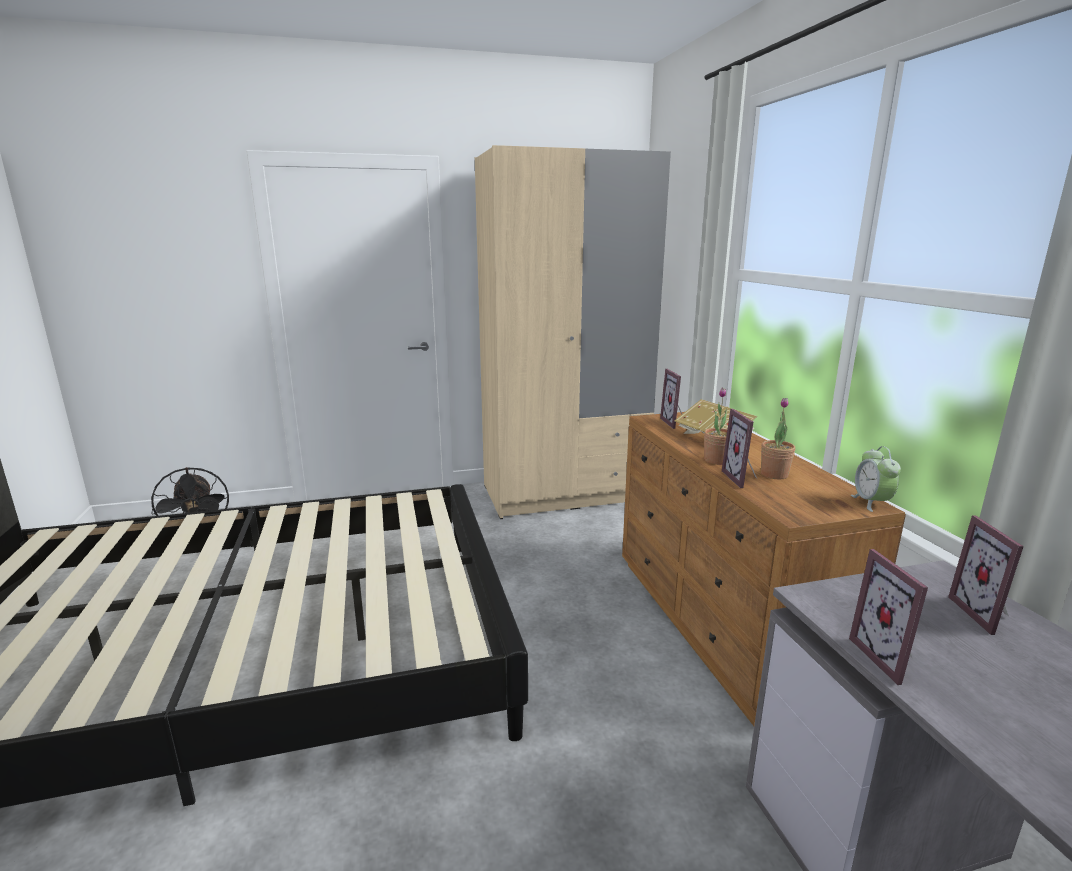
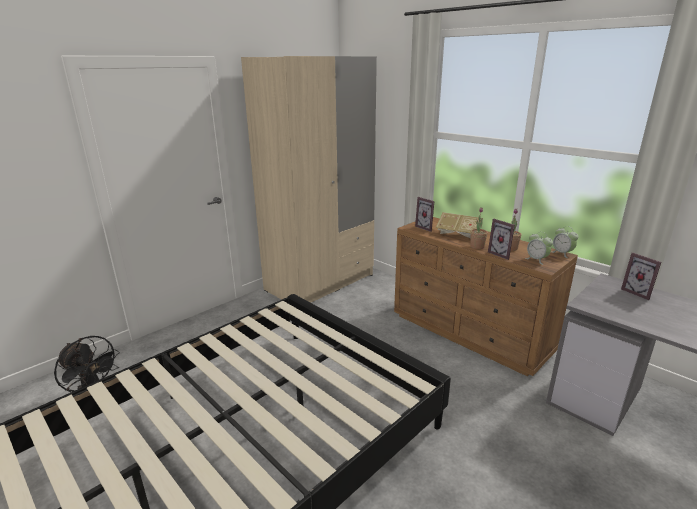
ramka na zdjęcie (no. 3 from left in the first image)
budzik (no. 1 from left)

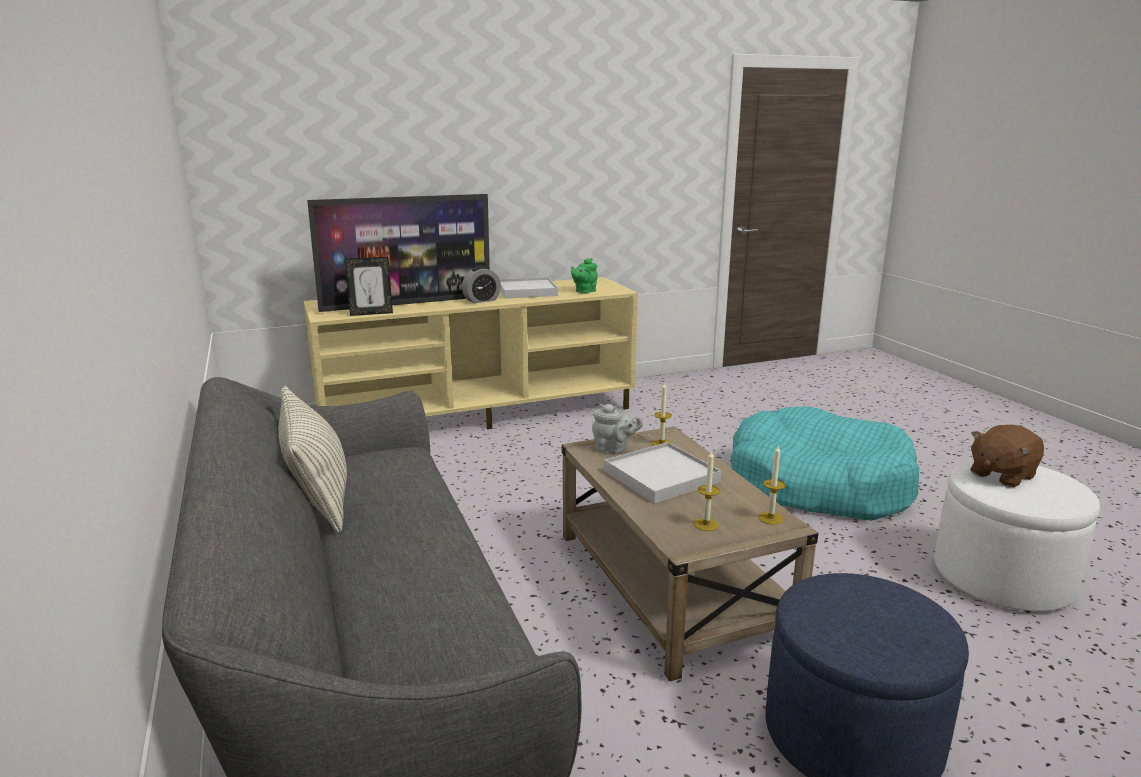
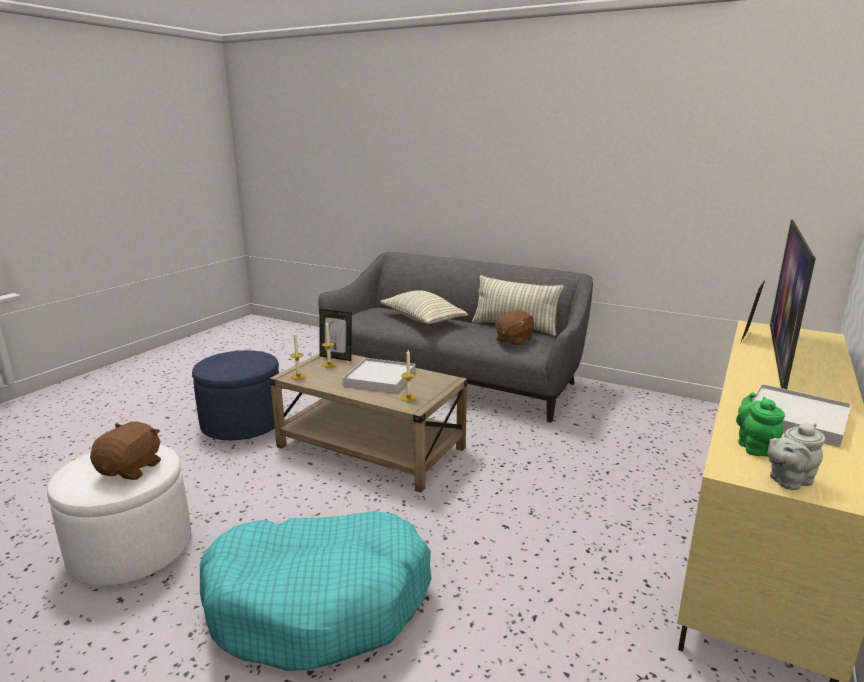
budzik
imbryk [szary]
ramka na zdjęcie (no. 1 from left)
poduszka (no. 1 from left)
pluszak [brązowy] (no. 2 from left)

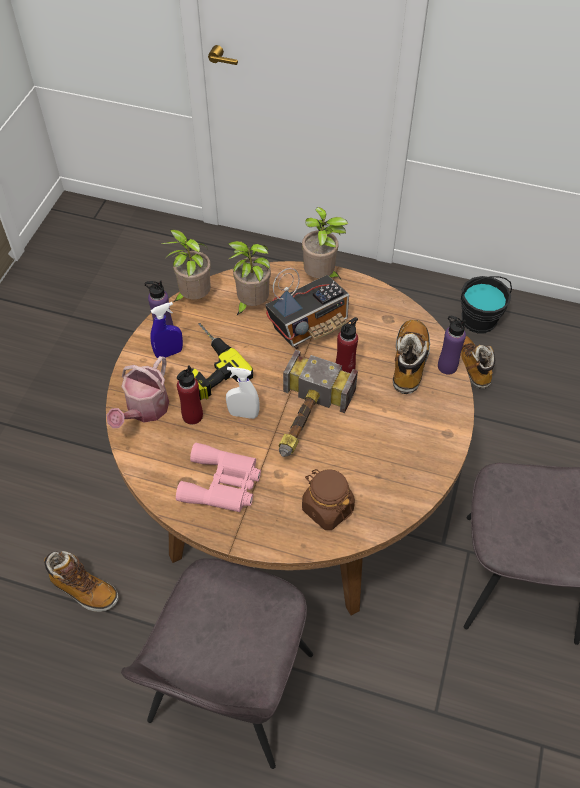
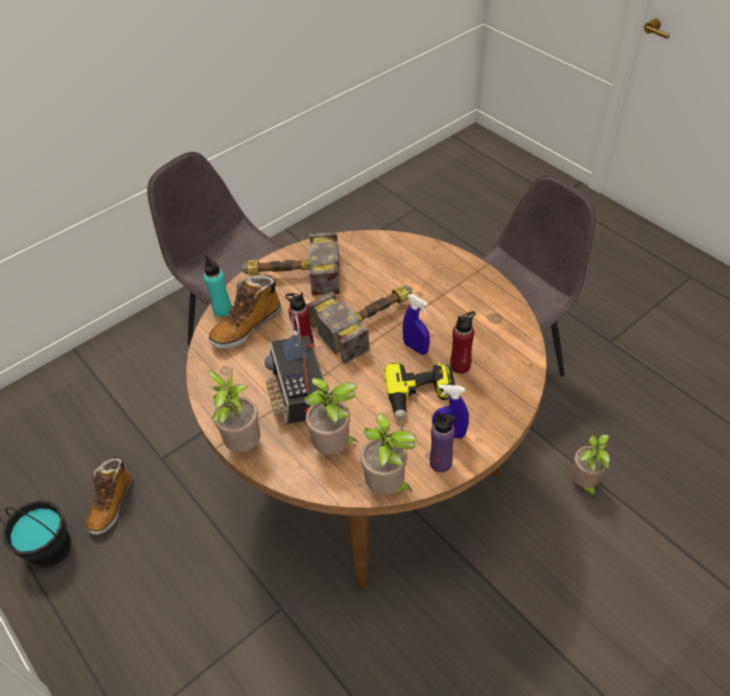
roślina doniczkowa (no. 4 from left)
konewka
lornetka [różowy]
spryskiwacz [niebieski] (no. 1 from left)
radio
słoik [brązowy]
butelka [turkusowy]
młotek (no. 1 from left)

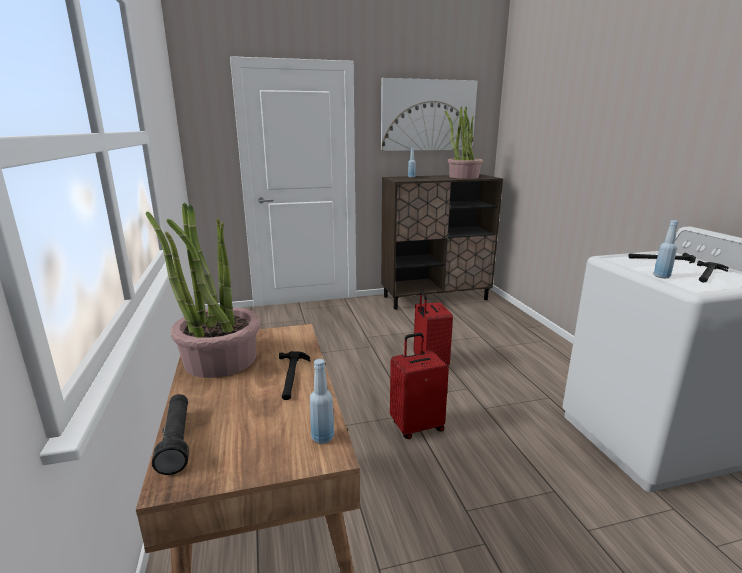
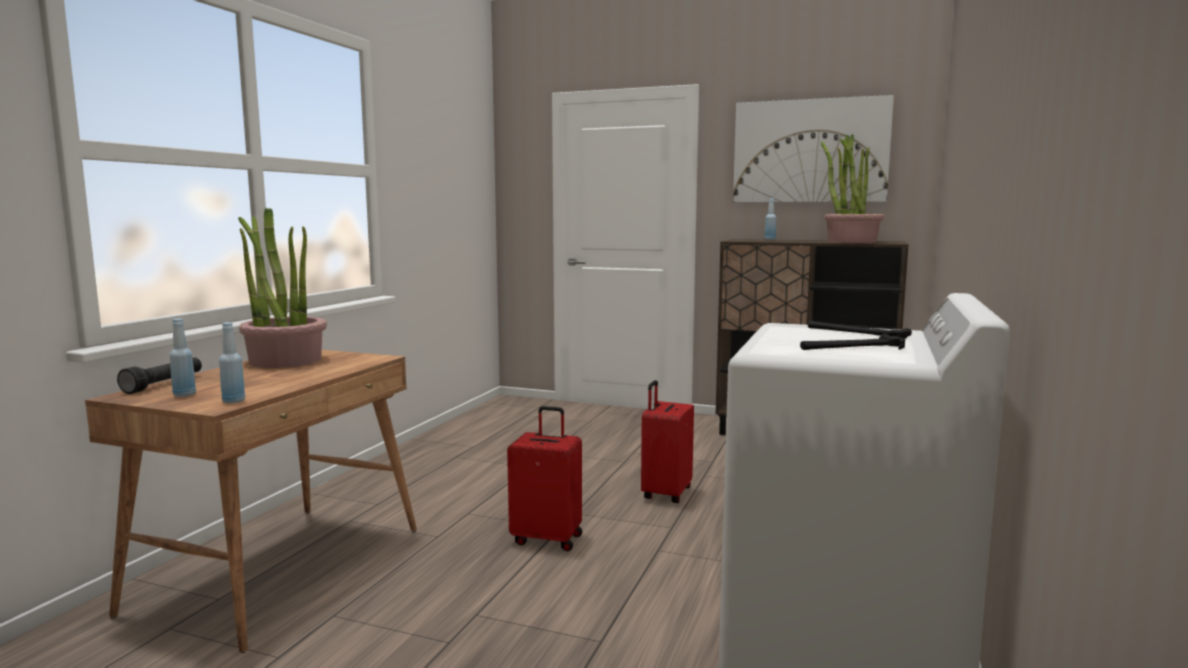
młotek (no. 1 from left in the first image)
butelka [niebieski] (no. 1 from left)

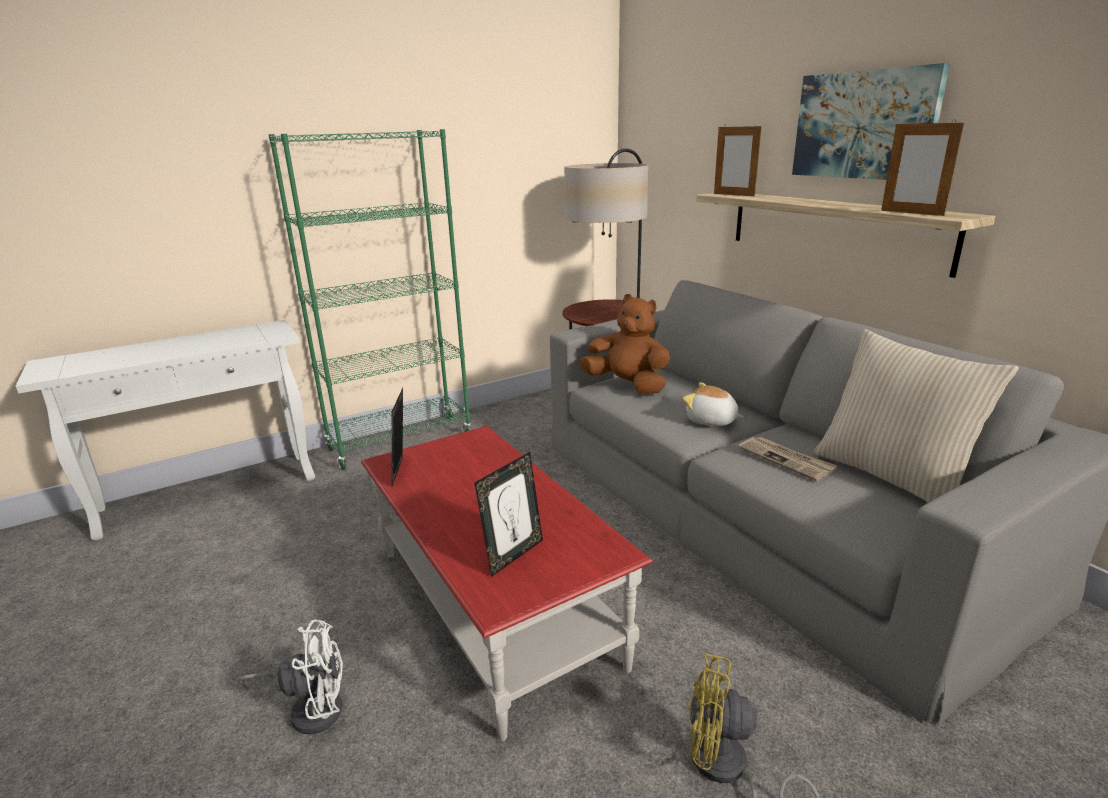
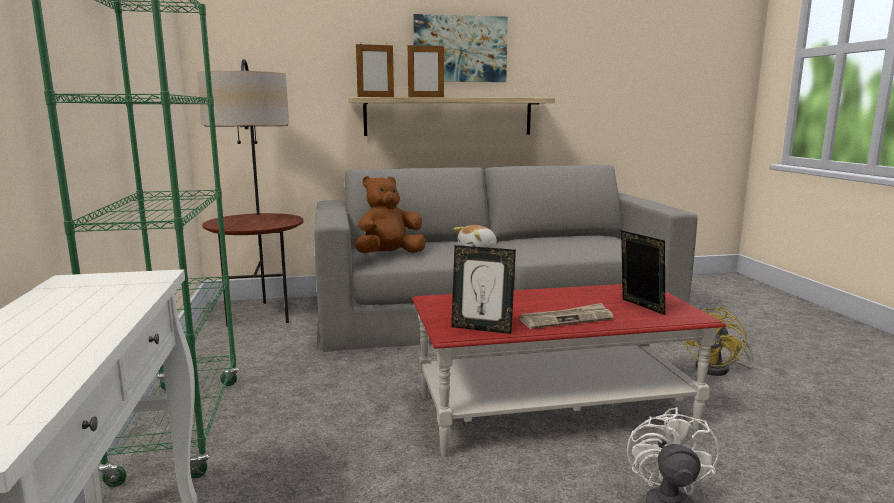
gazeta
poduszka [beżowy]
ramka na zdjęcie (no. 2 from left)

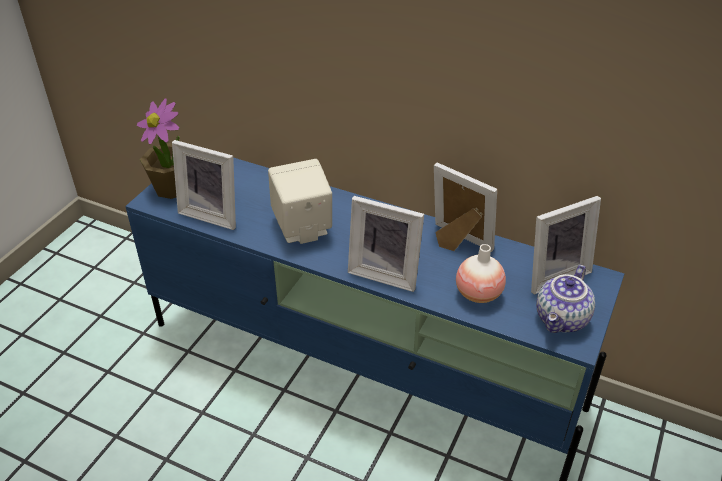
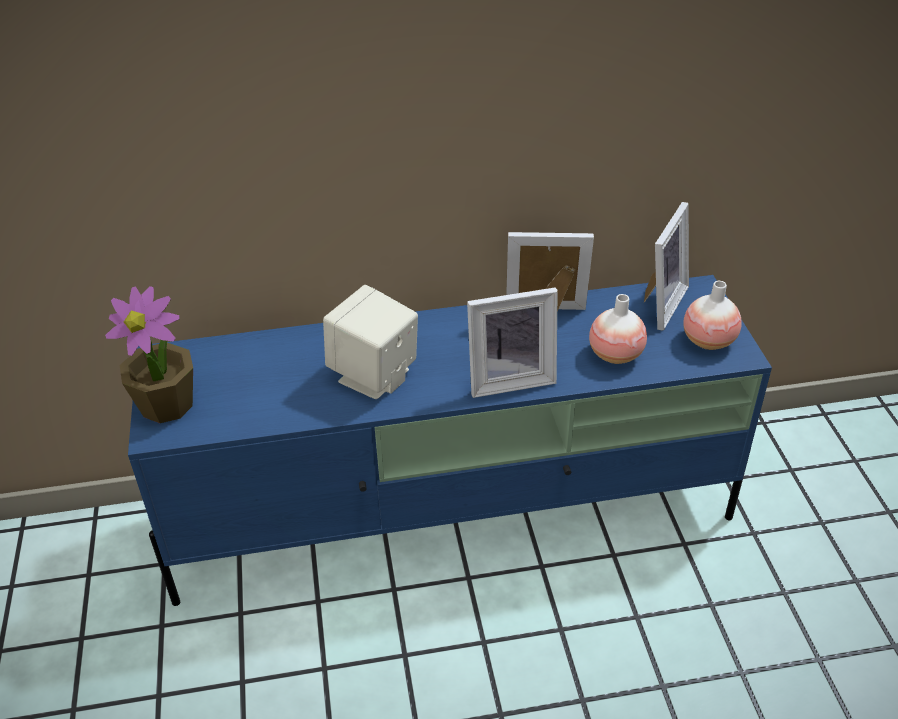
ramka na zdjęcie (no. 1 from left in the first image)
wazon (no. 2 from left)

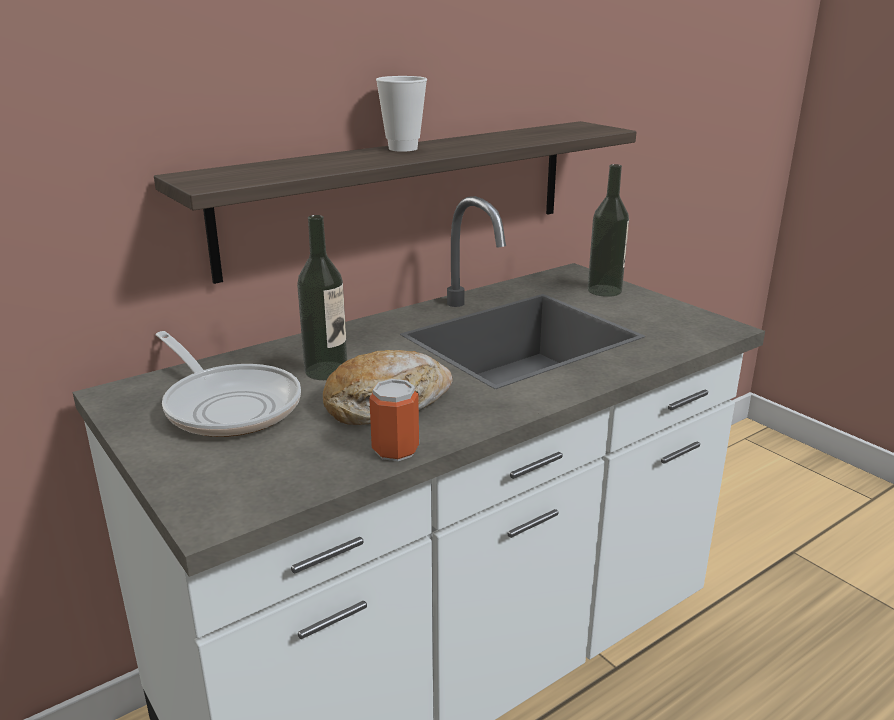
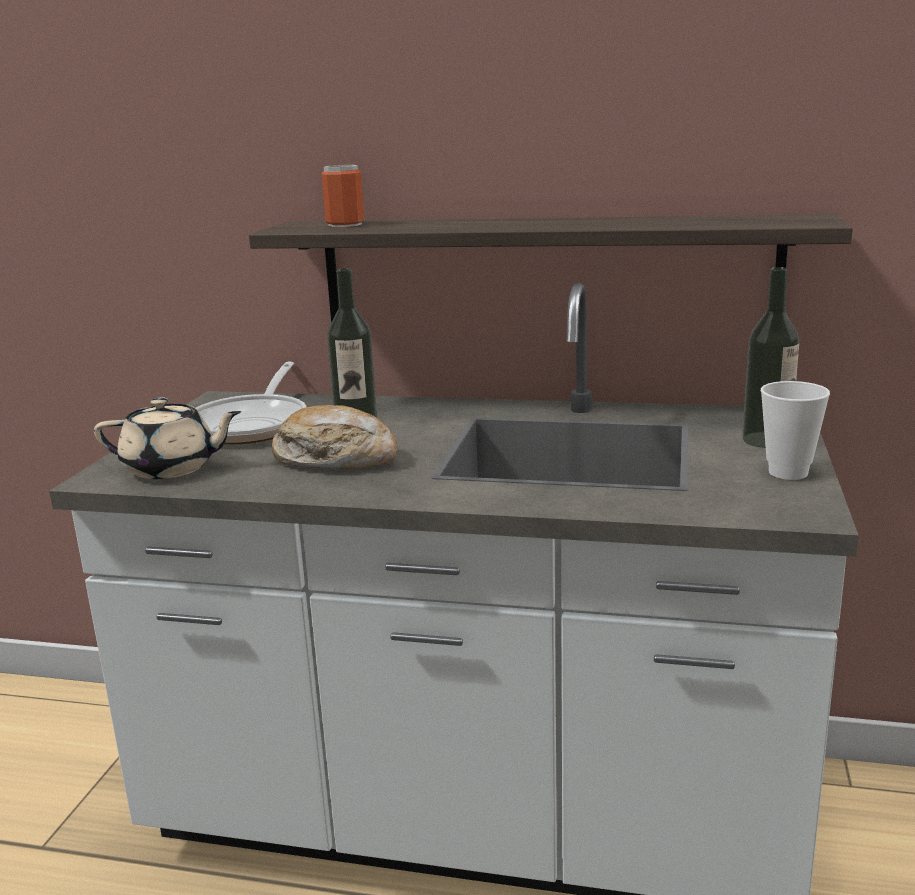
puszka
filiżanka
imbryk [beżowy]

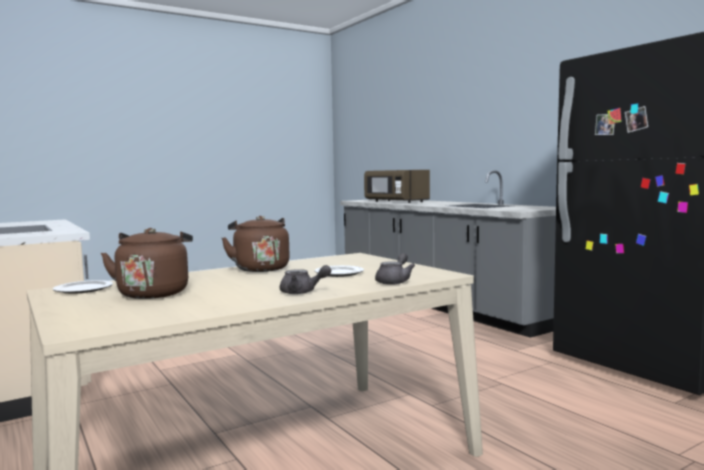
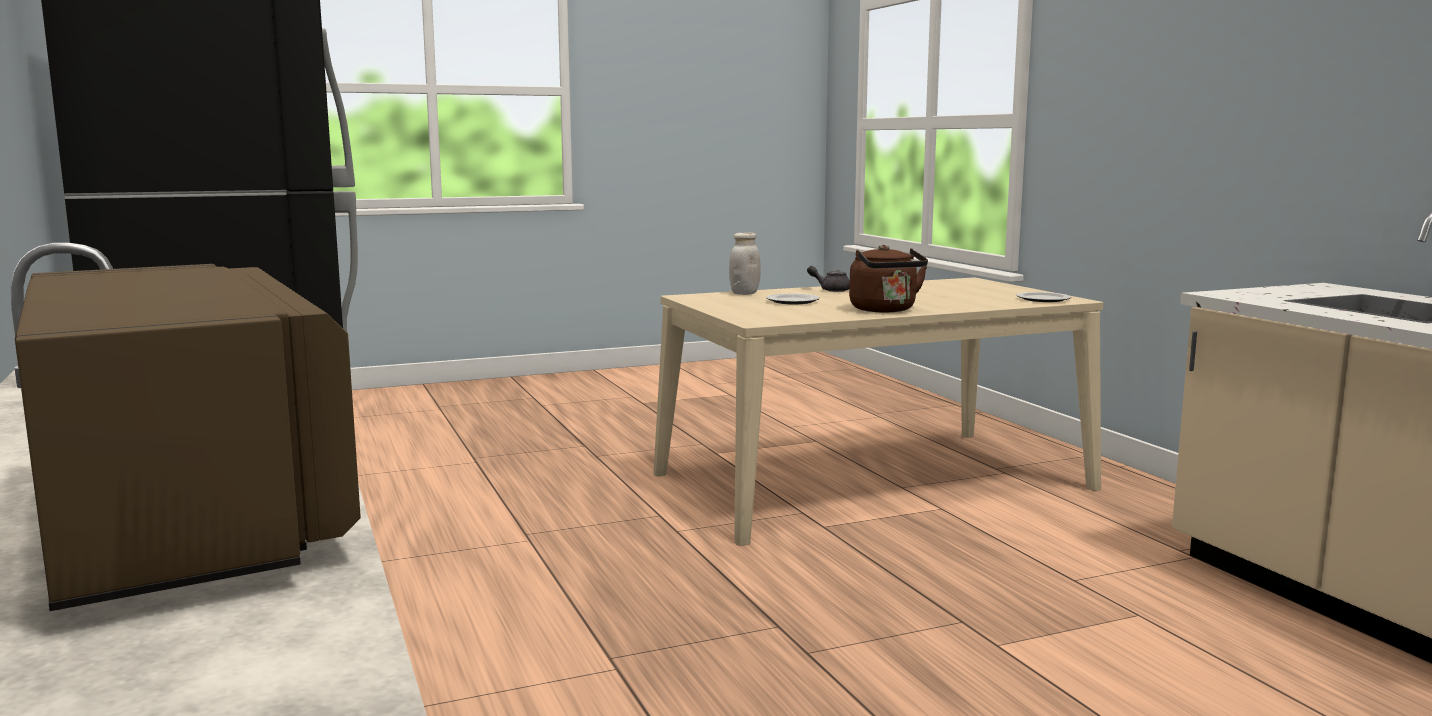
czajnik [brązowy] (no. 1 from left in the first image)
słoik [biały]

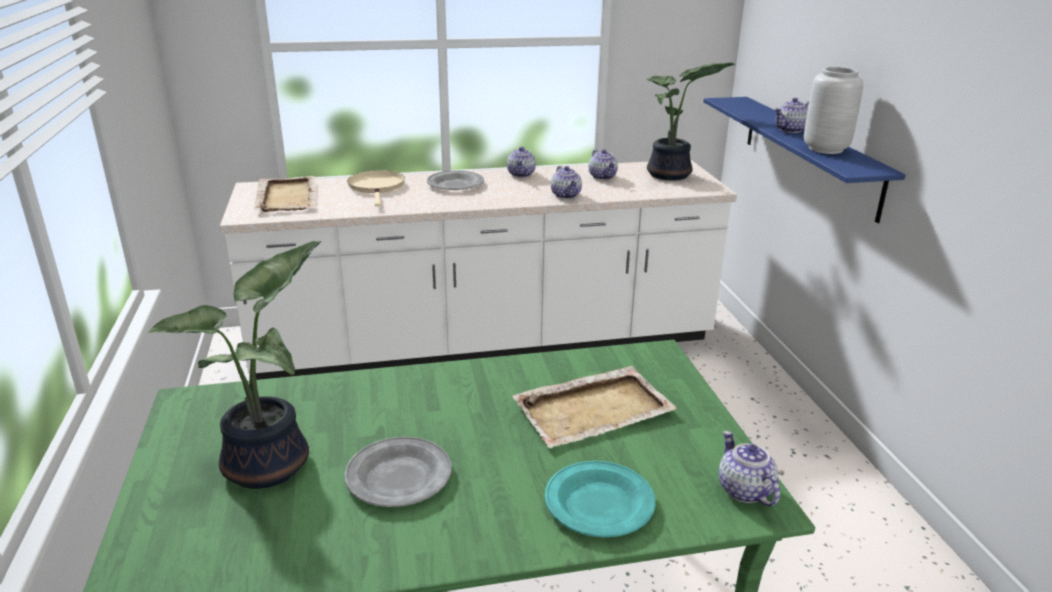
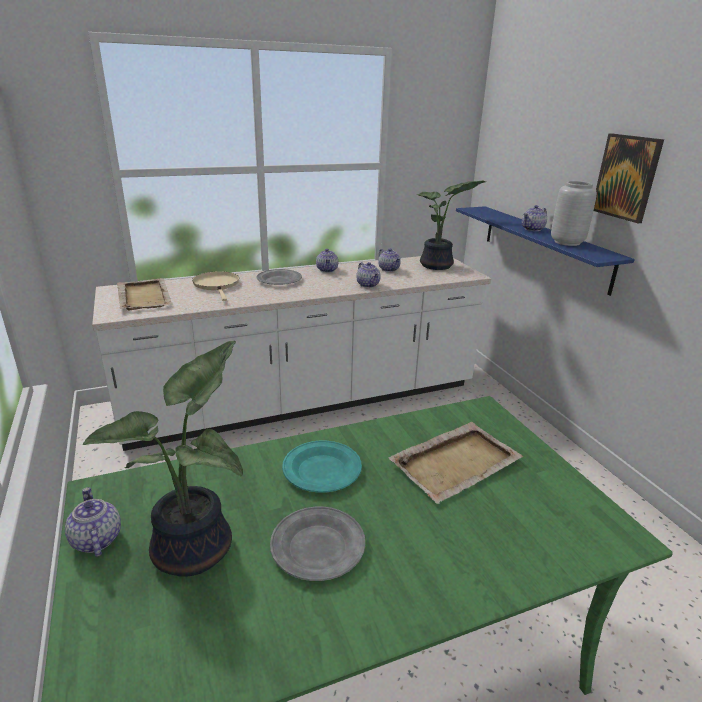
talerz [turkusowy]
imbryk (no. 1 from left)
obraz

